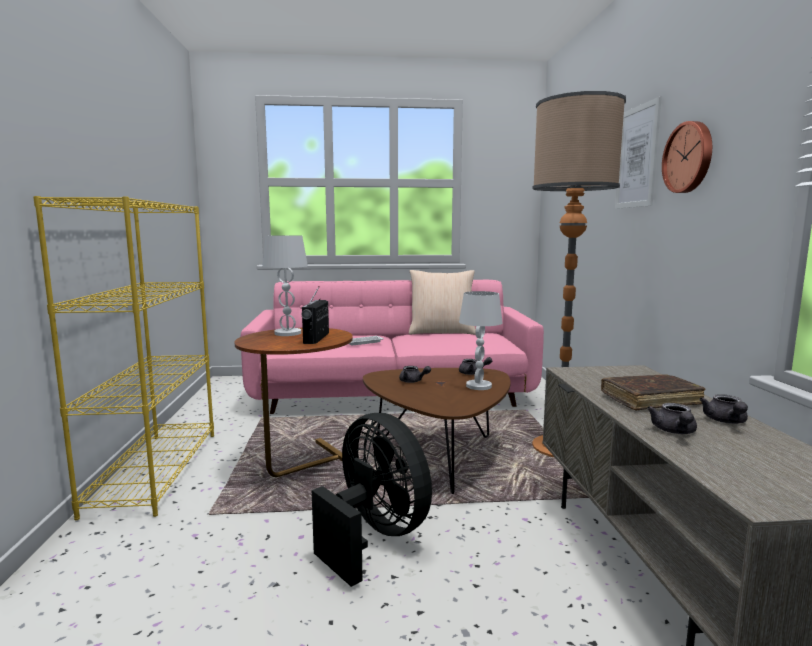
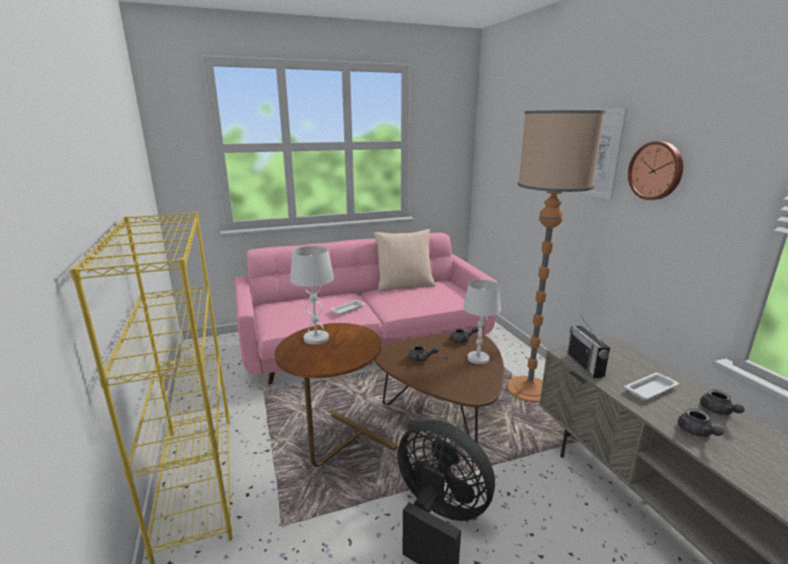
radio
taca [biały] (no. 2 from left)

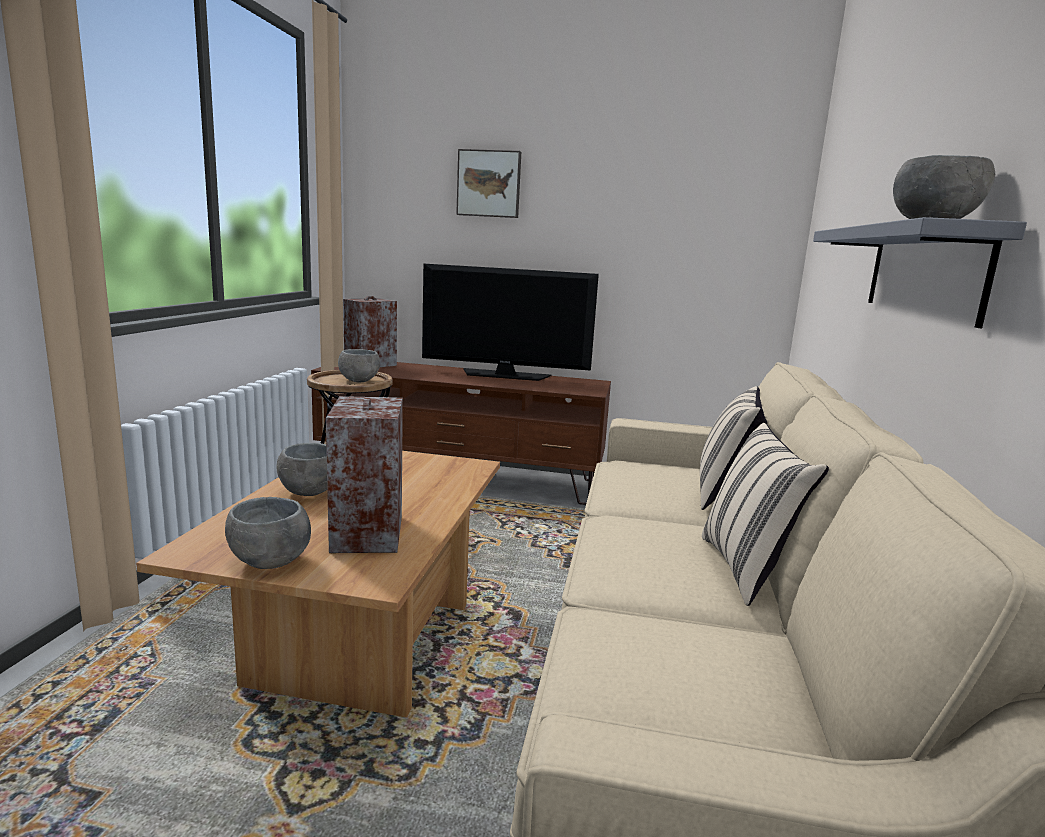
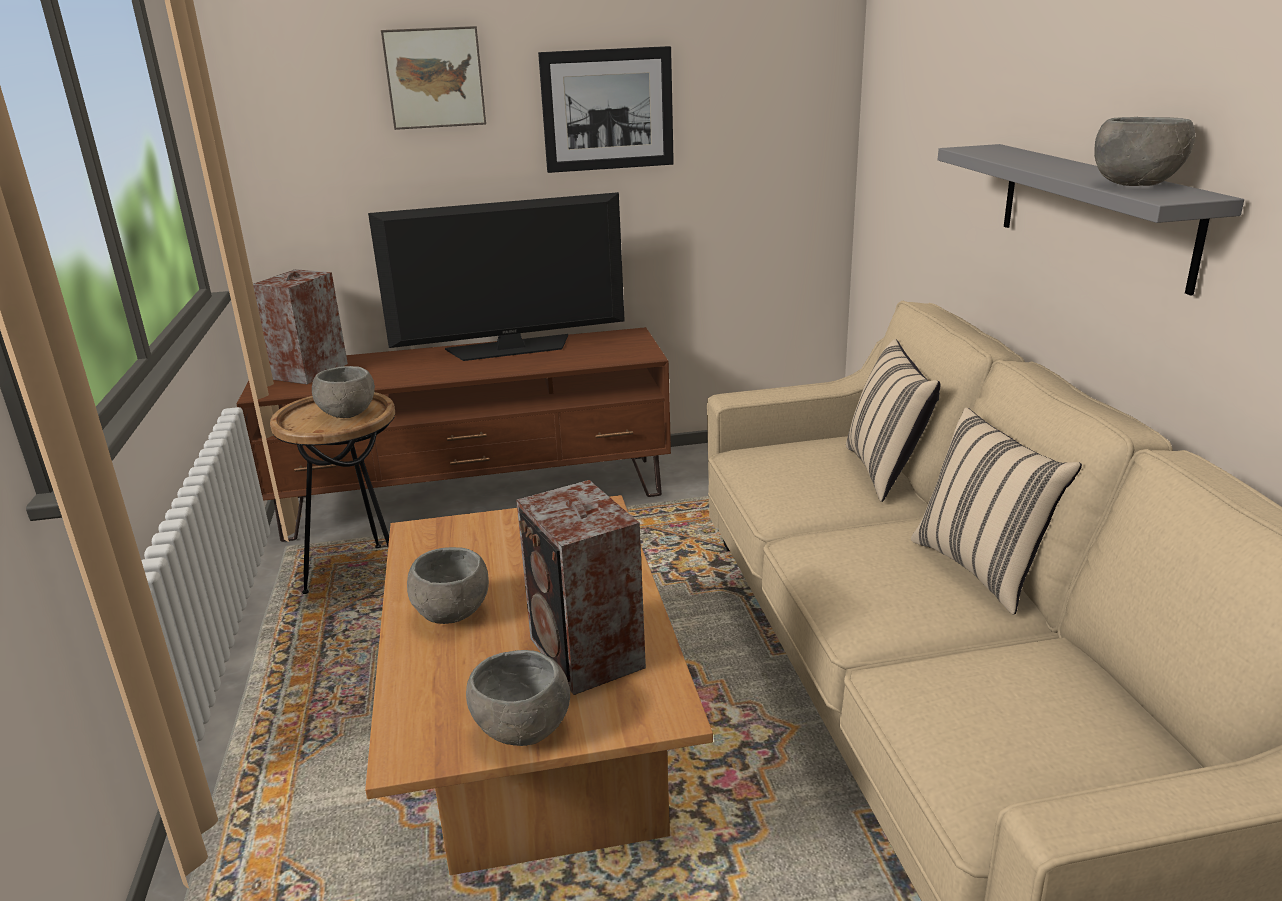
obraz (no. 2 from left)

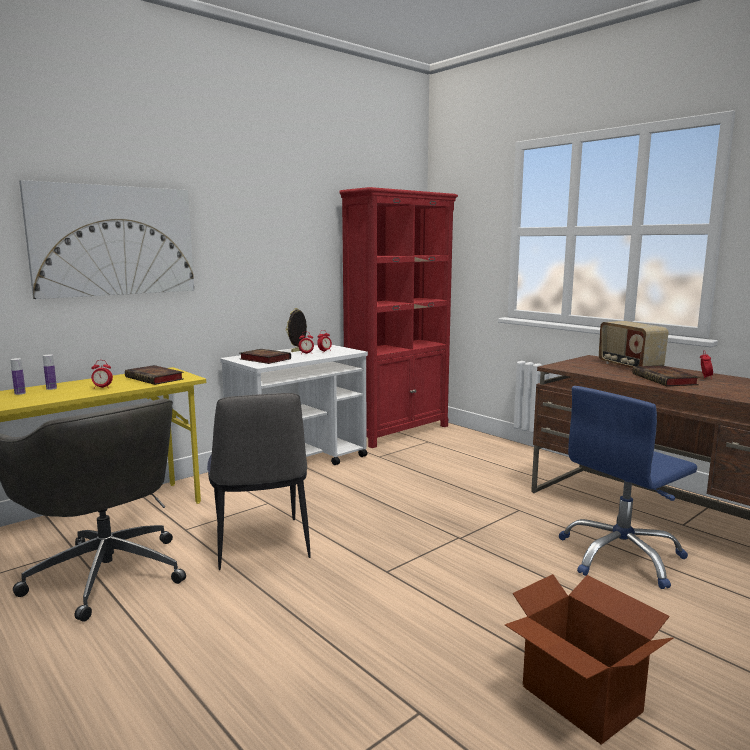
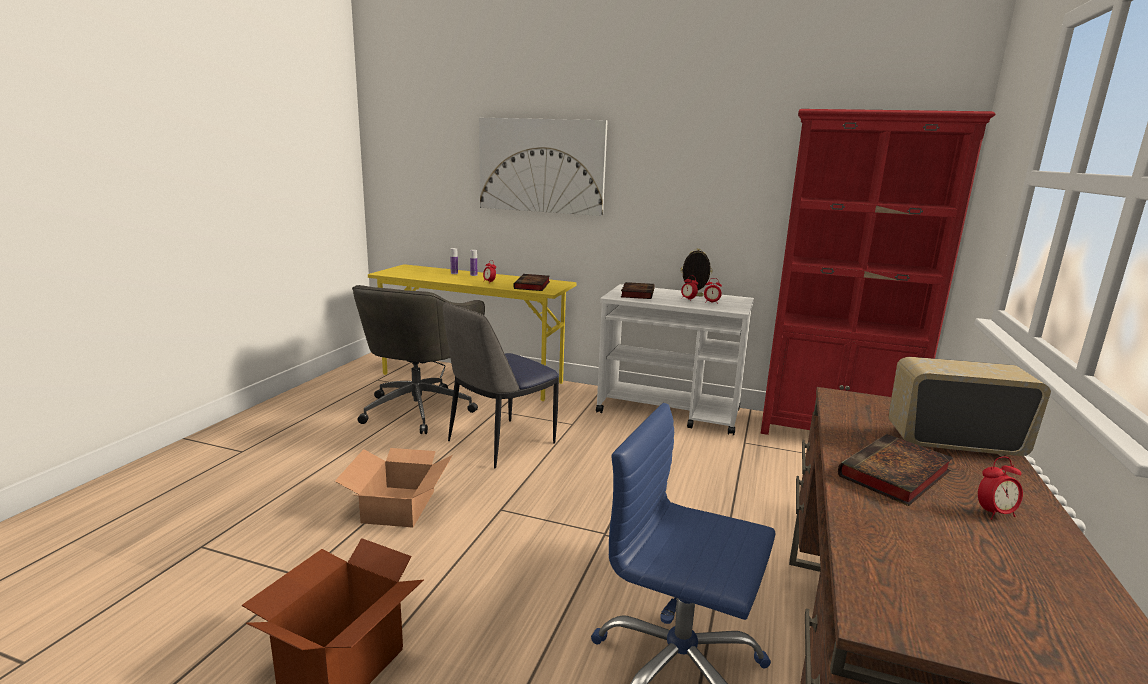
radio
karton (no. 2 from left)

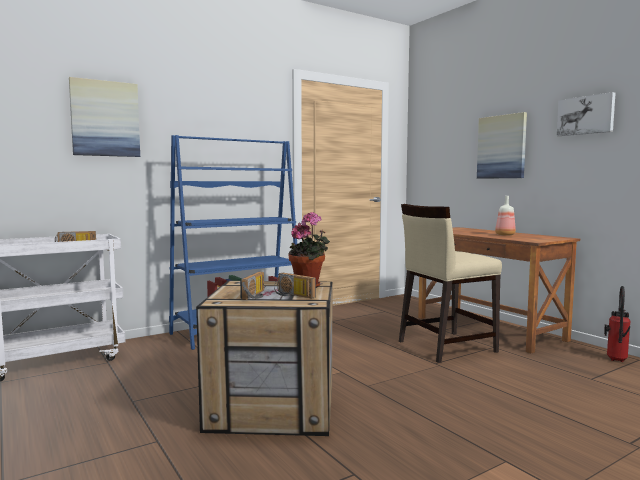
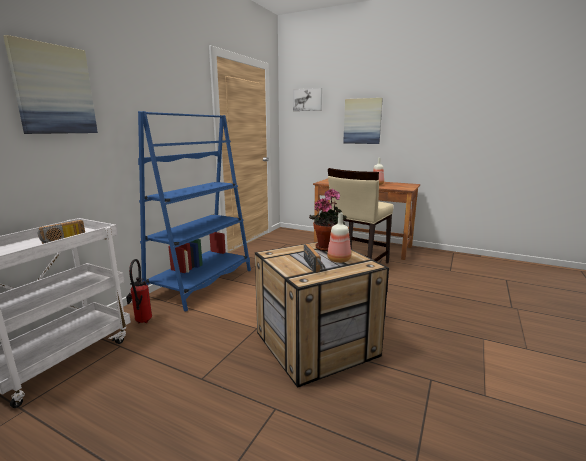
butelka (no. 1 from left)
obraz (no. 2 from left)
gaśnica

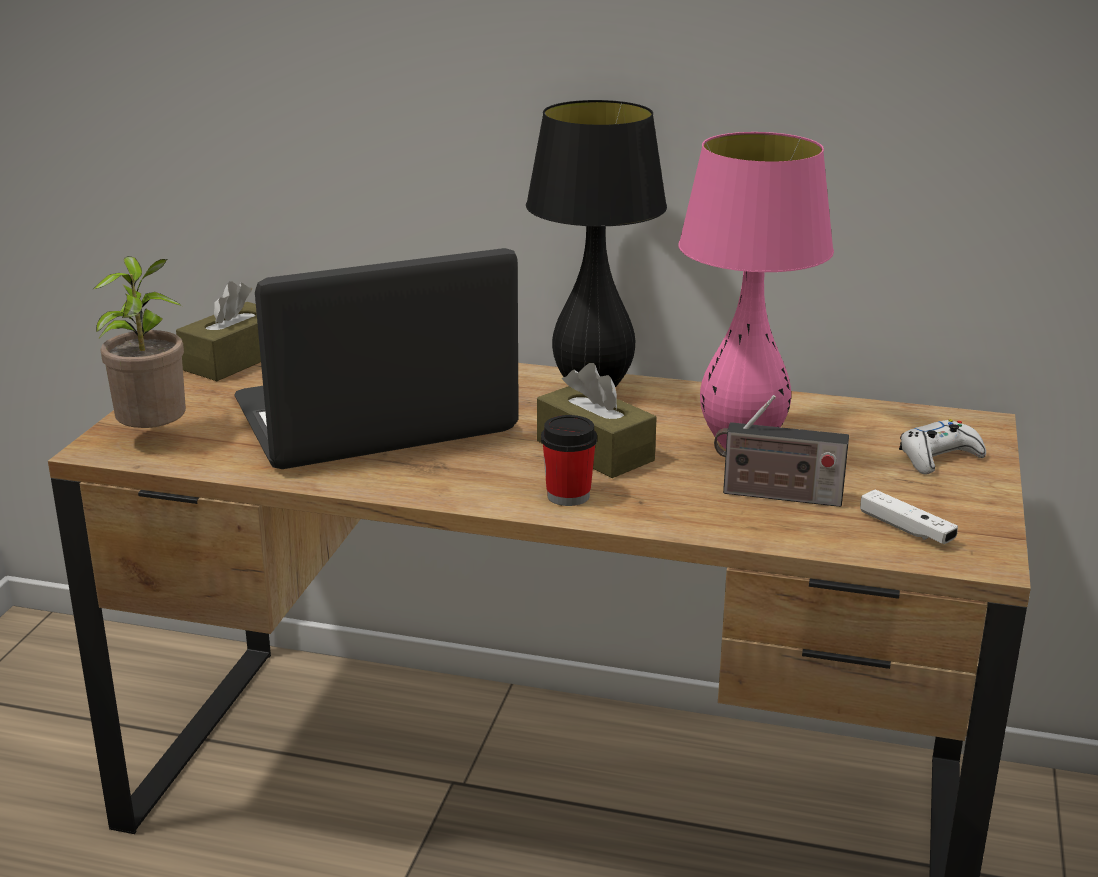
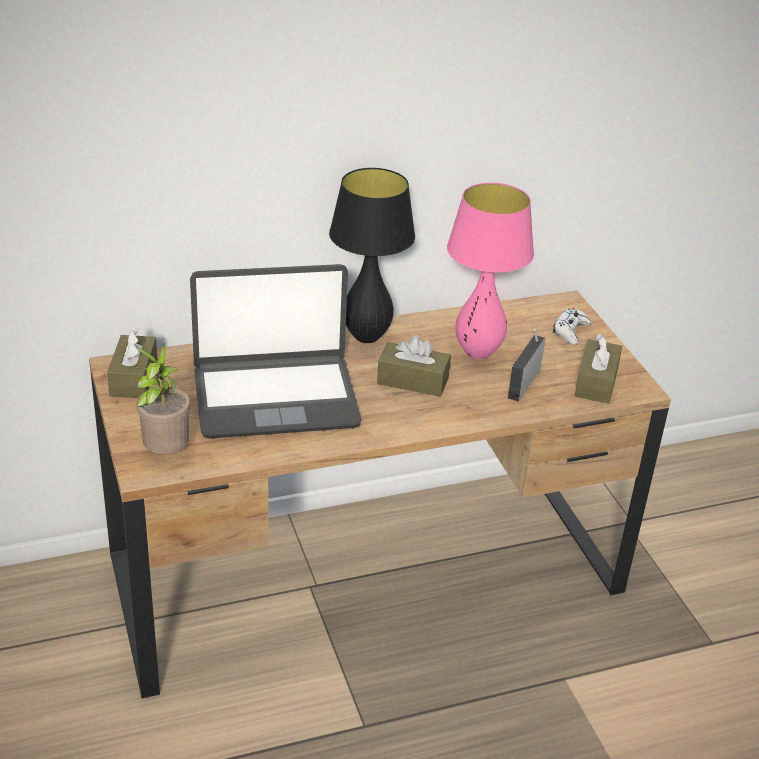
laptop
filiżanka
radio
pudełko chusteczek [brązowy] (no. 3 from left)

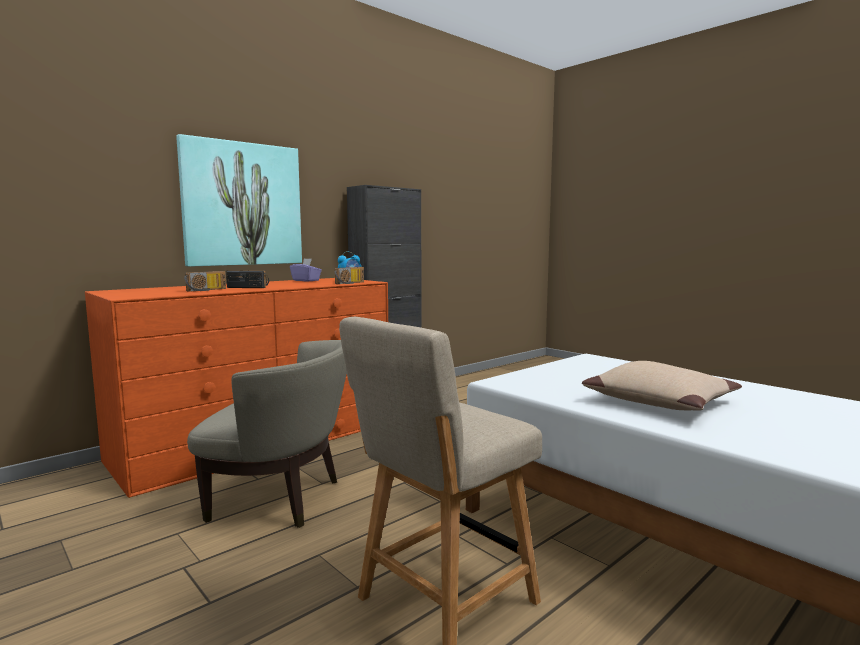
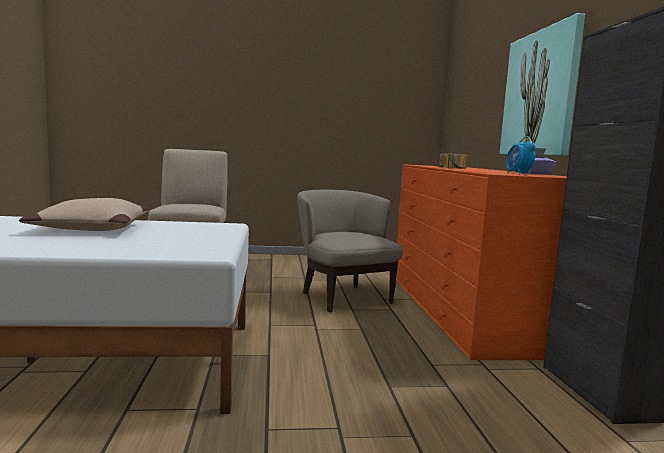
fotel [beżowy]
radio (no. 3 from left in the first image)

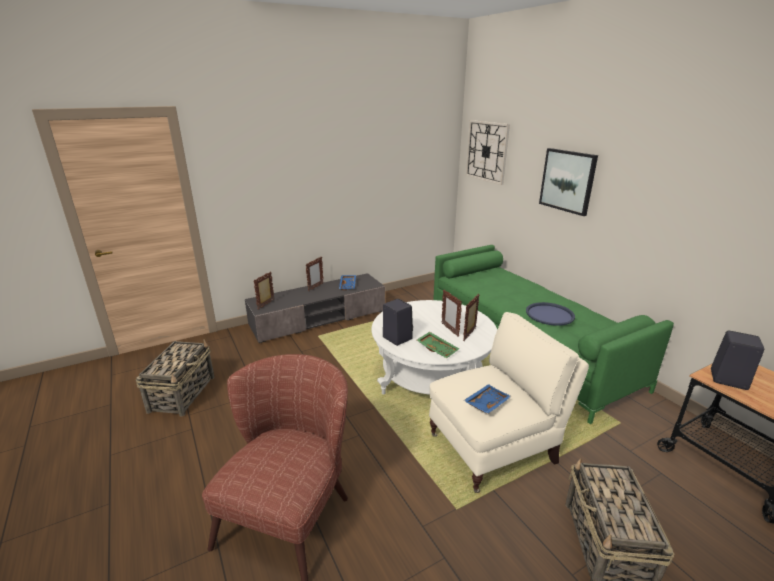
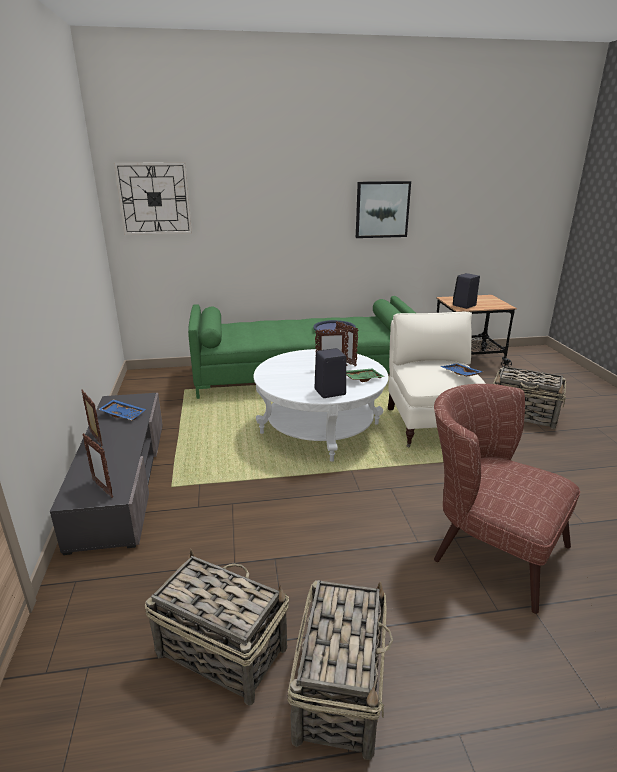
obraz
koszyk (no. 2 from left)

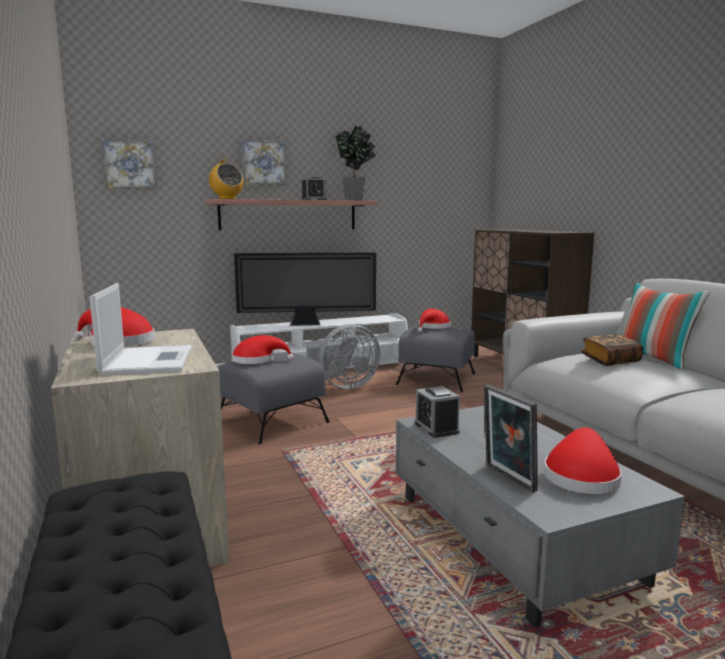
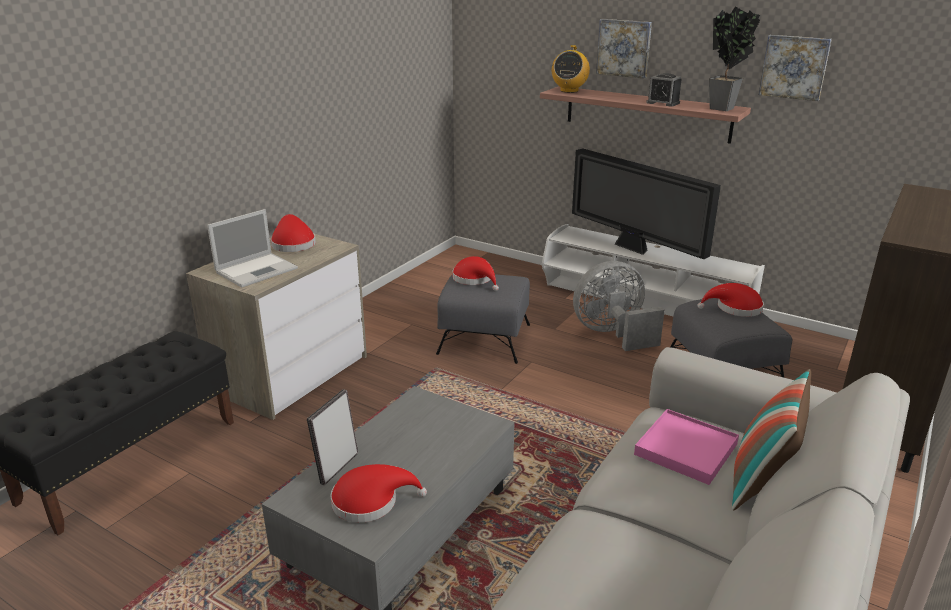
obraz (no. 2 from left)
wentylator [szary]
budzik (no. 2 from left in the first image)
taca [różowy]

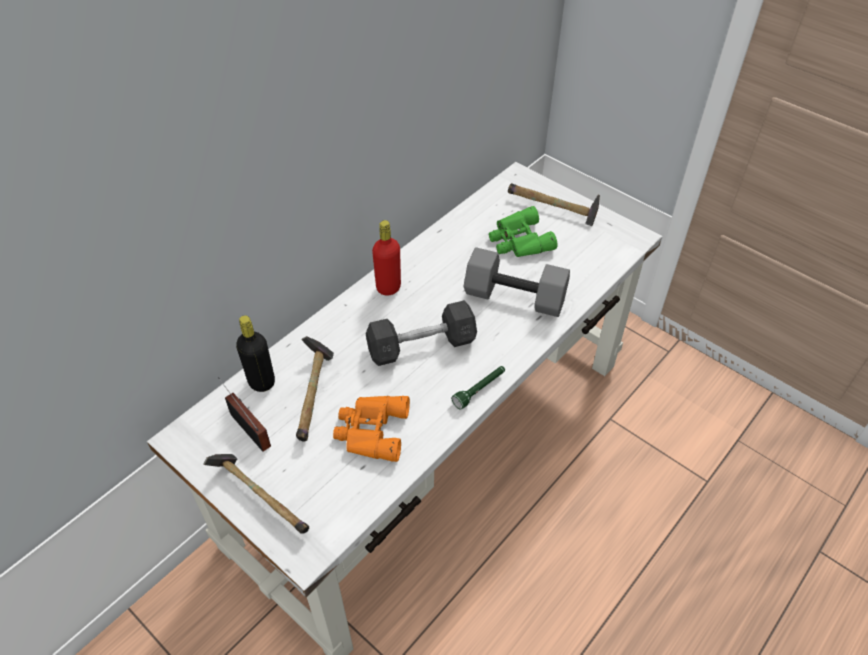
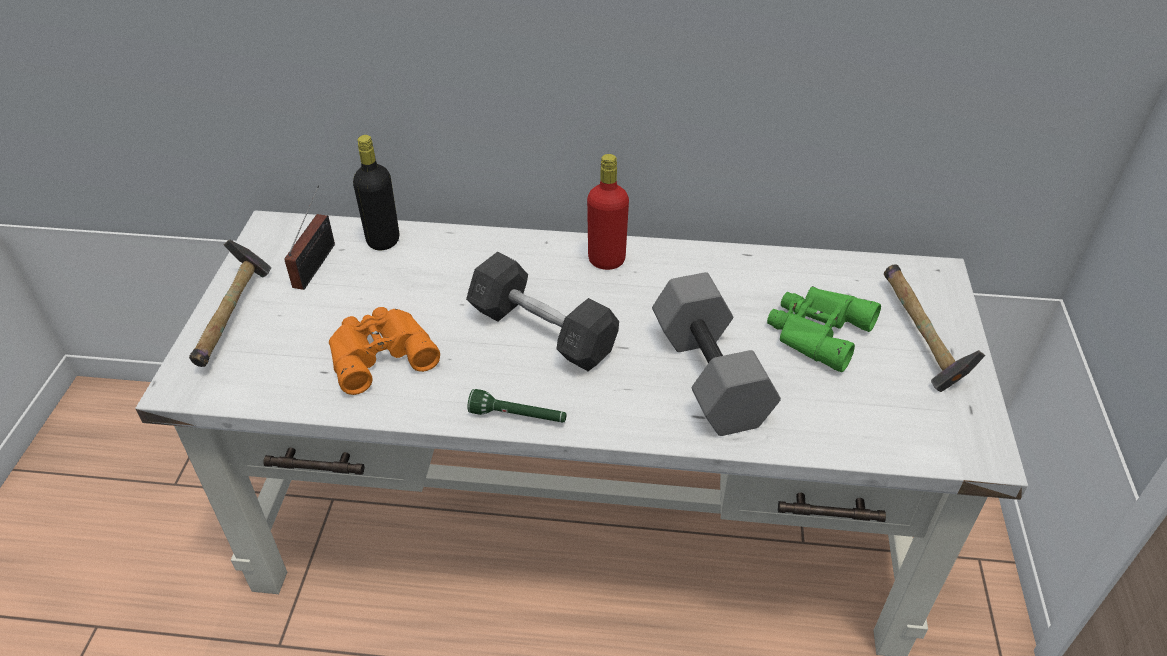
młotek (no. 2 from left in the first image)

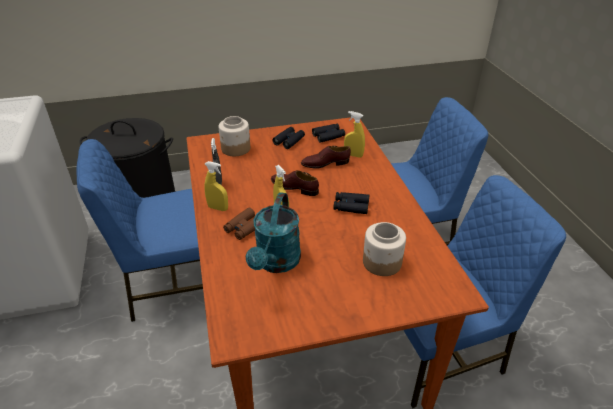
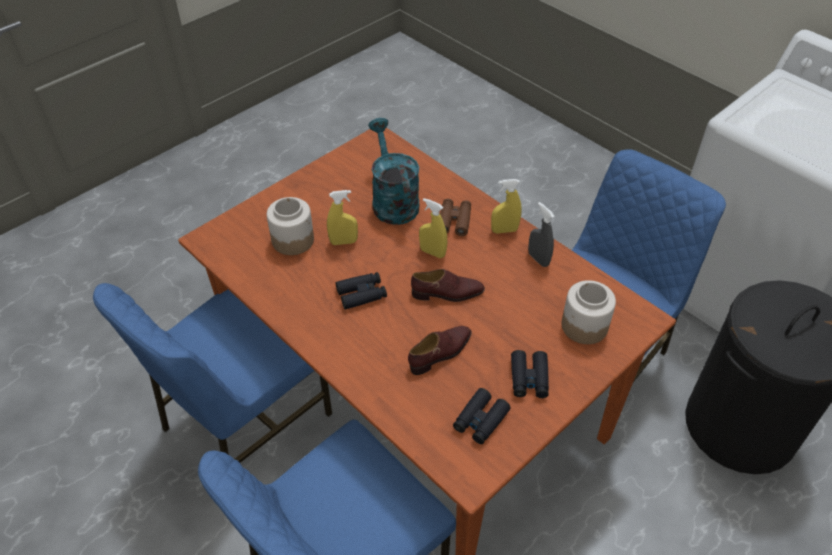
spryskiwacz [żółty] (no. 1 from left)

